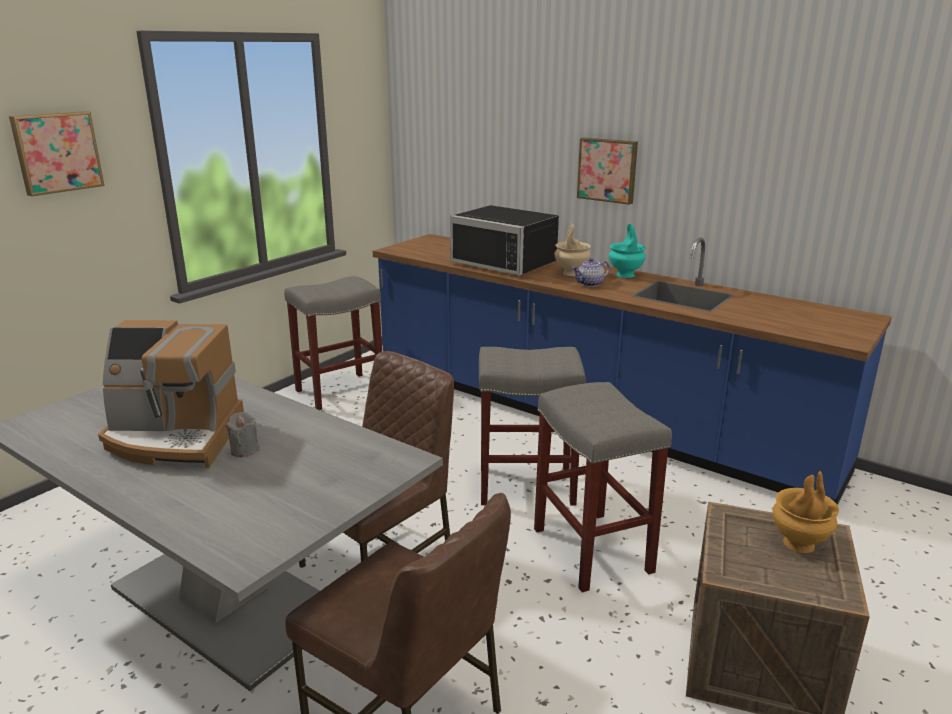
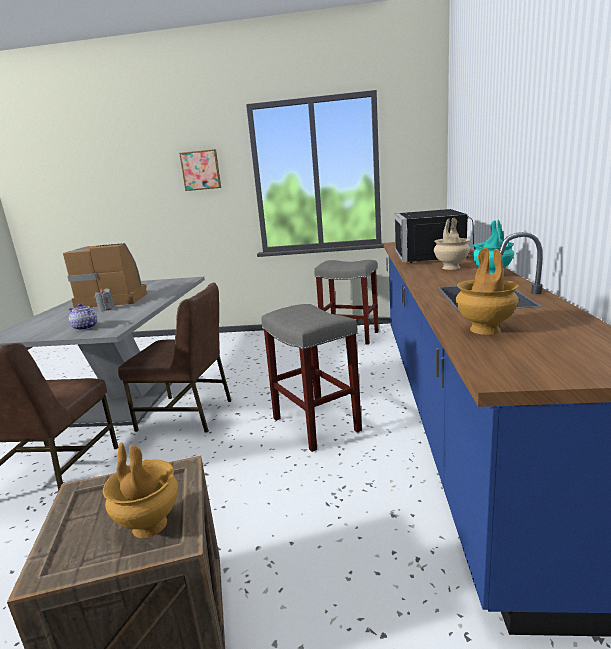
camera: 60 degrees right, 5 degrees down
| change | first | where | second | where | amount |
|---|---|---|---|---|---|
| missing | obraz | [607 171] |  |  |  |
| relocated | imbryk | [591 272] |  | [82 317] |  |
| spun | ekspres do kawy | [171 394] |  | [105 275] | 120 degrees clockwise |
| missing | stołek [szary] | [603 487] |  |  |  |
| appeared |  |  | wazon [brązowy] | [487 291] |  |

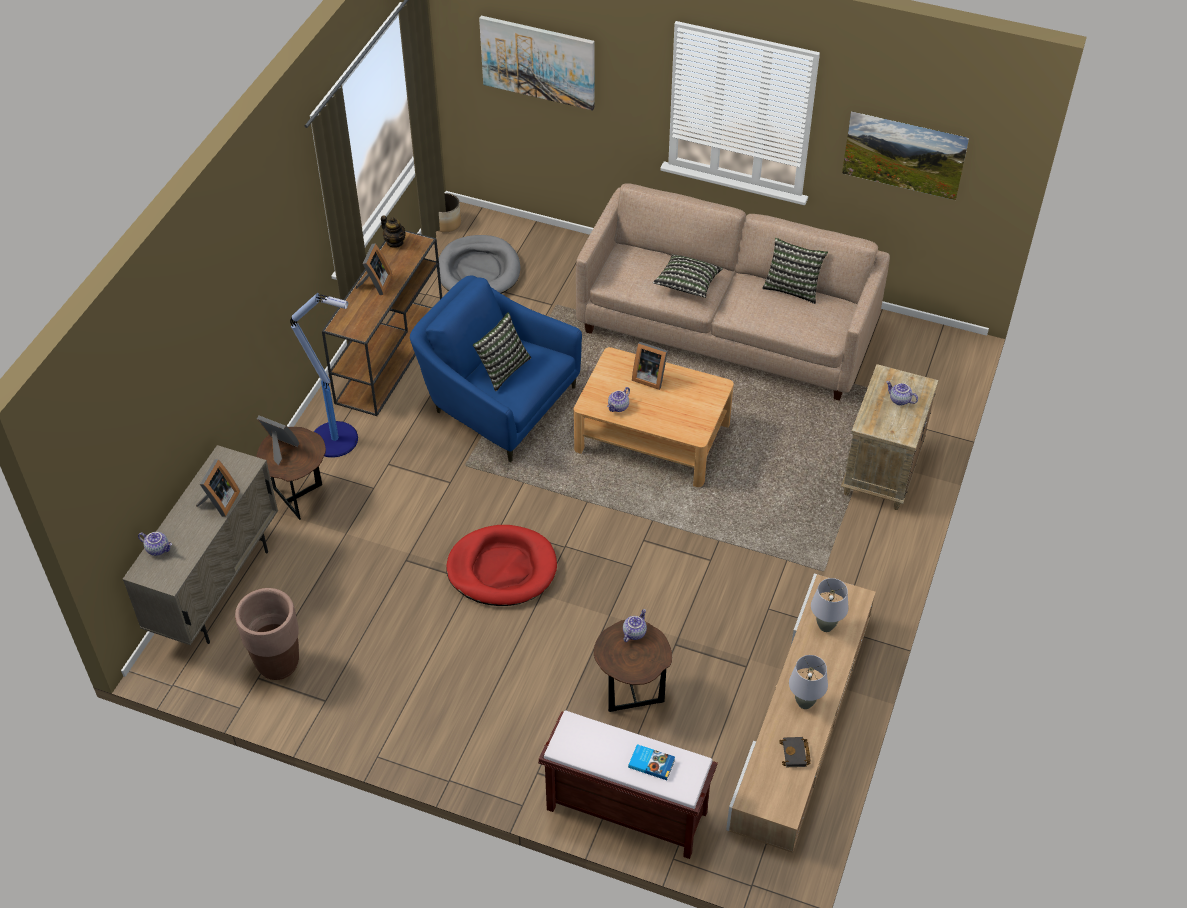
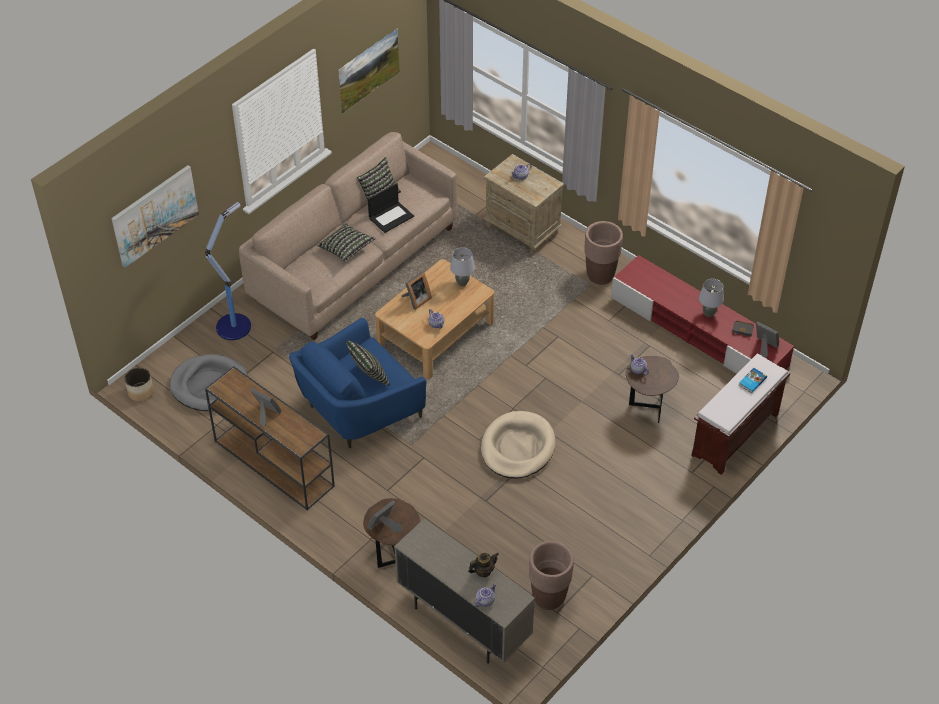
camera: 70 degrees left, 0 degrees up
| change | first | where | second | where | amount |
|---|---|---|---|---|---|
| relocated | imbryk | [393 231] |  | [483 565] |  |
| relocated | lampa stojąca | [324 375] |  | [228 271] |  |
| relocated | ramka na zdjęcie | [218 488] |  | [767 340] |  |
| colour | legowisko [czerwony] | [501 565] | legowisko [beżowy] | [518 445] |  |
| colour | szafka pod telewizor [beżowy] | [801 713] | szafka pod telewizor [czerwony] | [702 314] |  |
| relocated | lampa stołowa [szary] | [829 605] |  | [462 266] |  |
| appeared |  |  | laptop | [391 208] |  |
| appeared |  |  | donica [brązowy] | [603 252] |  |

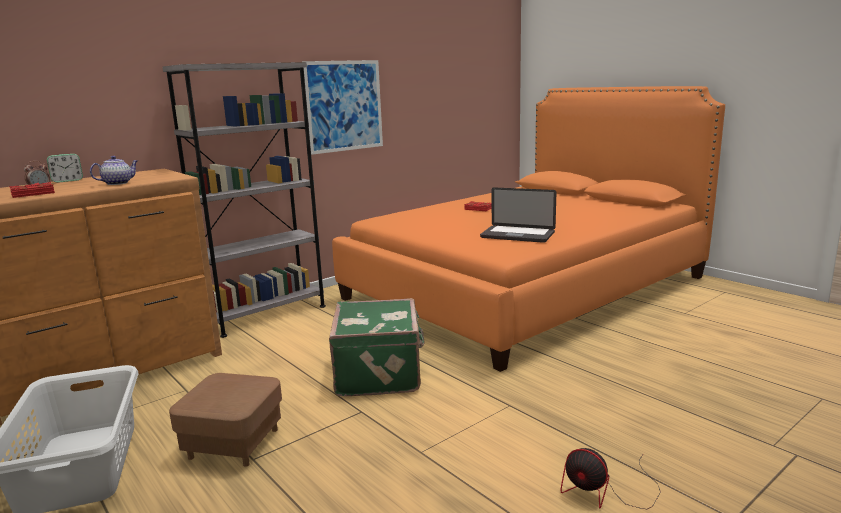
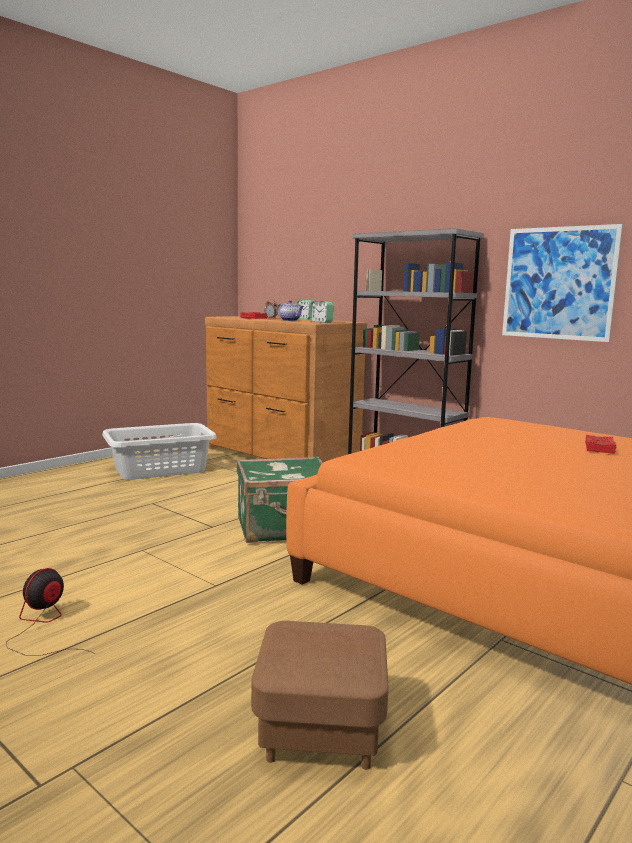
camera: 80 degrees right, 5 degrees down
| change | first | where | second | where | amount |
|---|---|---|---|---|---|
| missing | laptop | [518 215] |  |  |  |
| relocated | pufa [brązowy] | [225 420] |  | [320 695] |  |
| appeared |  |  | budzik | [322 312] |  |

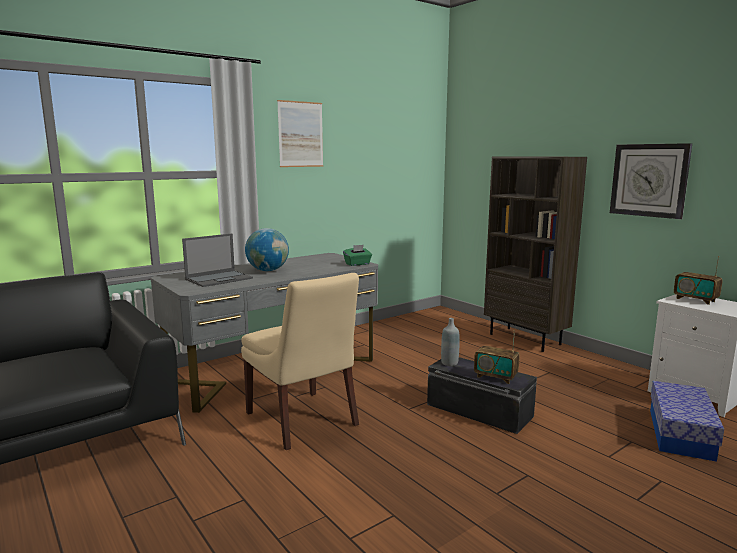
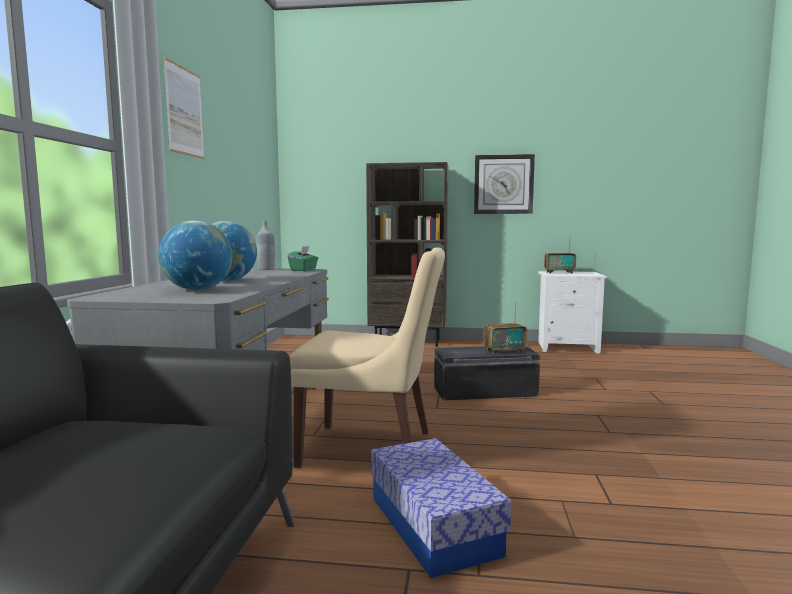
camera: 45 degrees left, 5 degrees down
| change | first | where | second | where | amount |
|---|---|---|---|---|---|
| exchanged | laptop | [217 260] | globus | [195 256] |  |
| relocated | butelka [szary] | [450 342] |  | [266 245] |  |
| relocated | pojemnik do przechowywania | [687 421] |  | [441 508] |  |

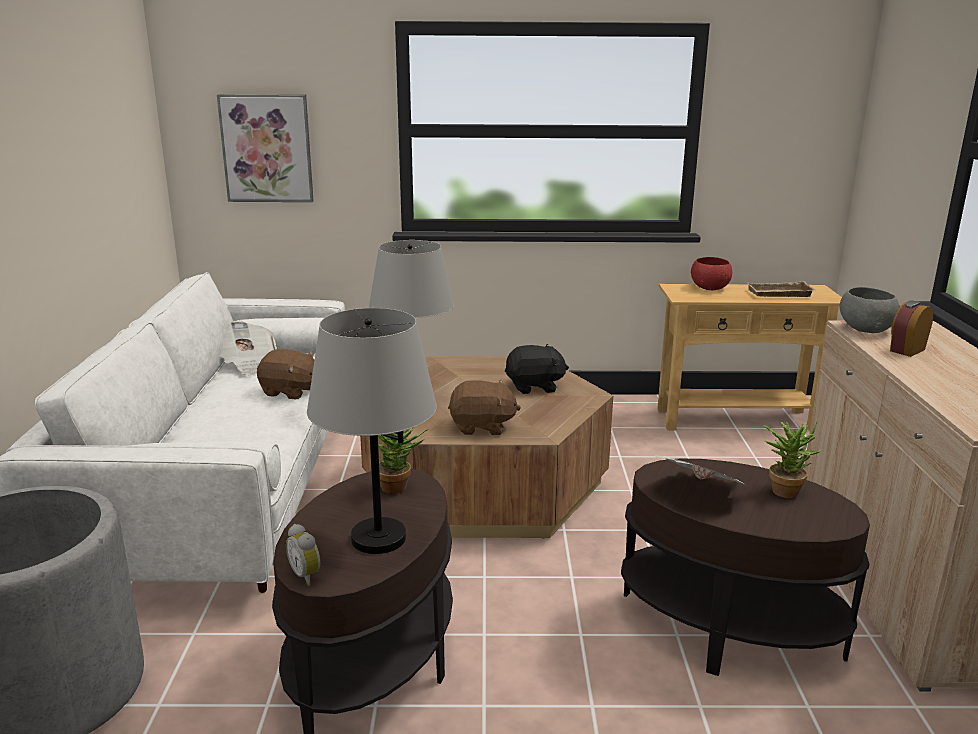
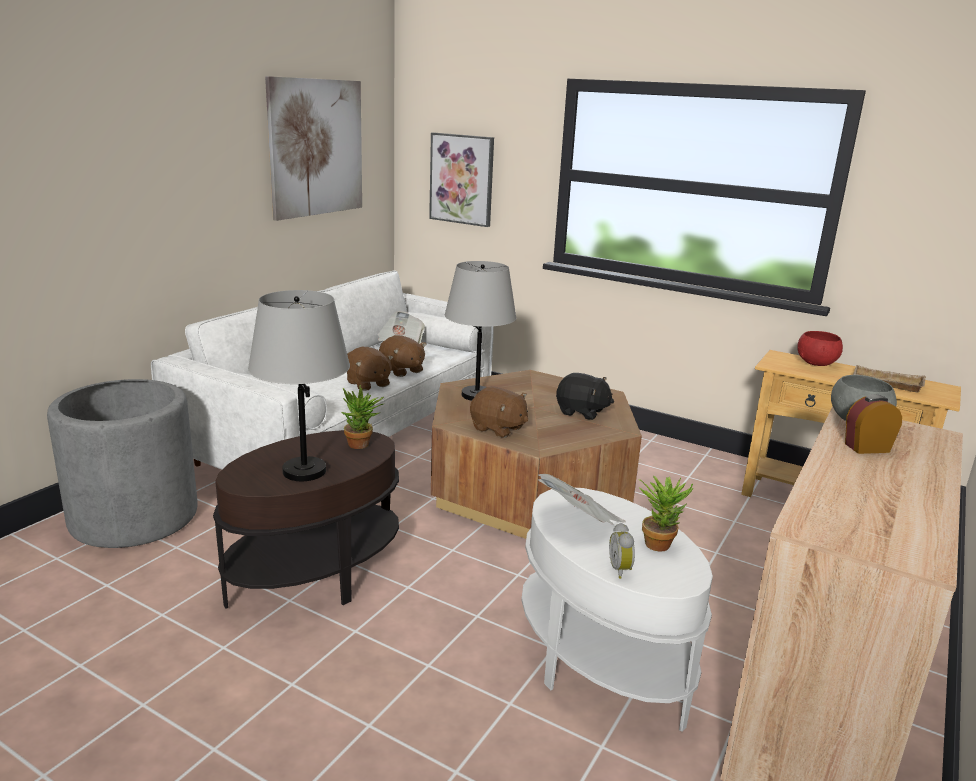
camera: 30 degrees right, 0 degrees up
| change | first | where | second | where | amount |
|---|---|---|---|---|---|
| colour | stolik [brązowy] | [745 567] | stolik [biały] | [617 610] |  |
| relocated | budzik | [303 555] |  | [622 551] |  |
| appeared |  |  | obraz | [313 148] |  |
| appeared |  |  | pluszak [brązowy] | [370 369] |  |

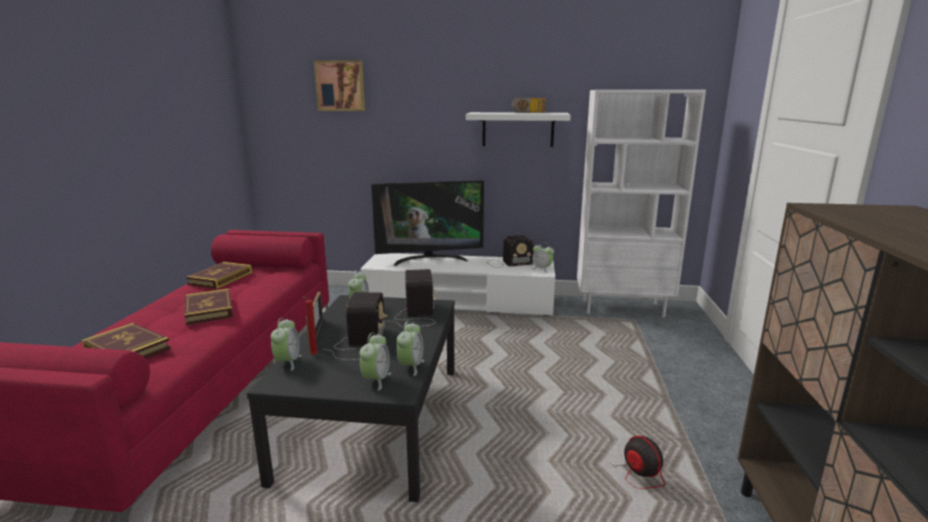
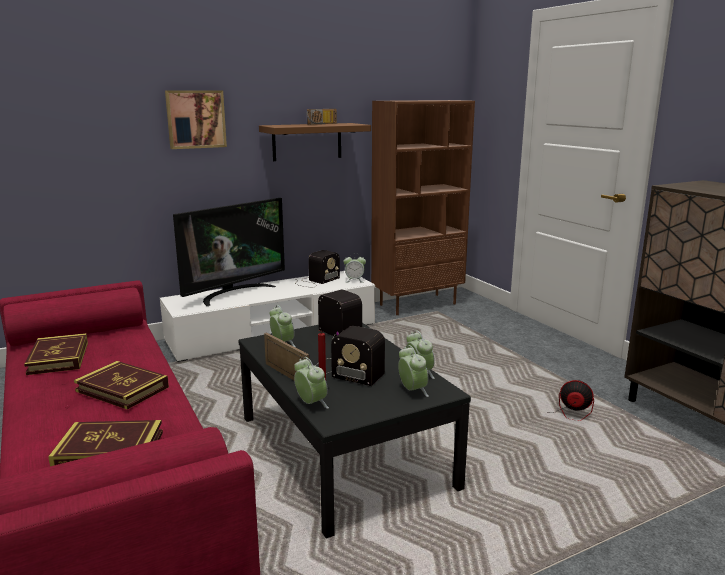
camera: 35 degrees left, 0 degrees up
| change | first | where | second | where | amount |
|---|---|---|---|---|---|
| relocated | obraz | [339 85] |  | [196 119] |  |
| colour | regał [biały] | [641 204] | regał [brązowy] | [423 207] |  |
| colour | półka [biały] | [518 129] | półka [brązowy] | [315 142] |  |
| spun | radio | [355 326] |  | [350 356] | 150 degrees clockwise |

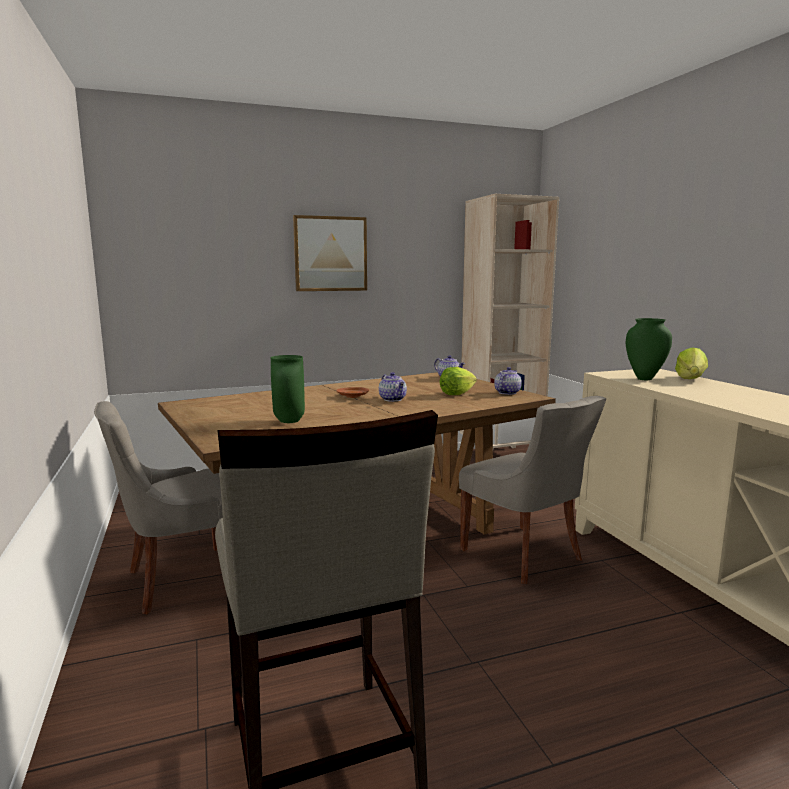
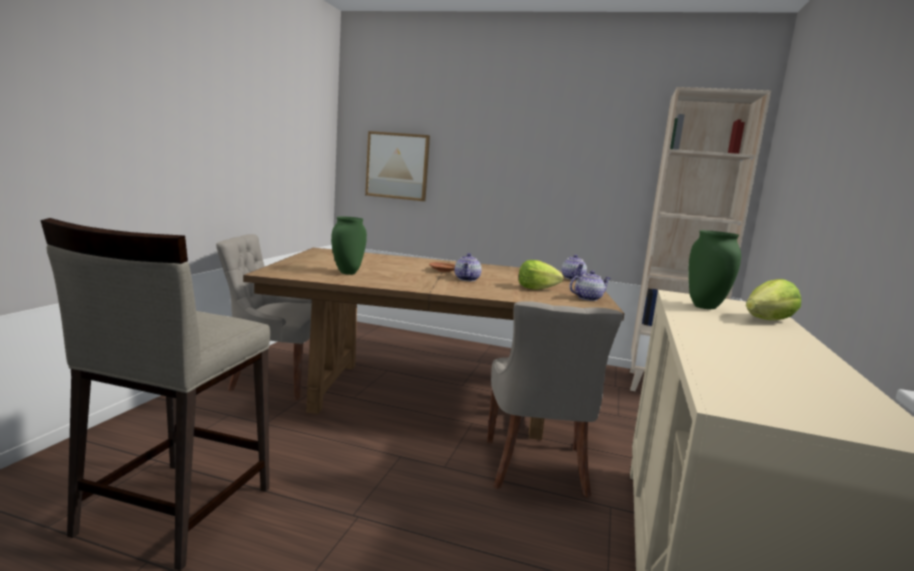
camera: 35 degrees right, 0 degrees up
| change | first | where | second | where | amount |
|---|---|---|---|---|---|
| relocated | obraz | [330 253] |  | [397 166] |  |

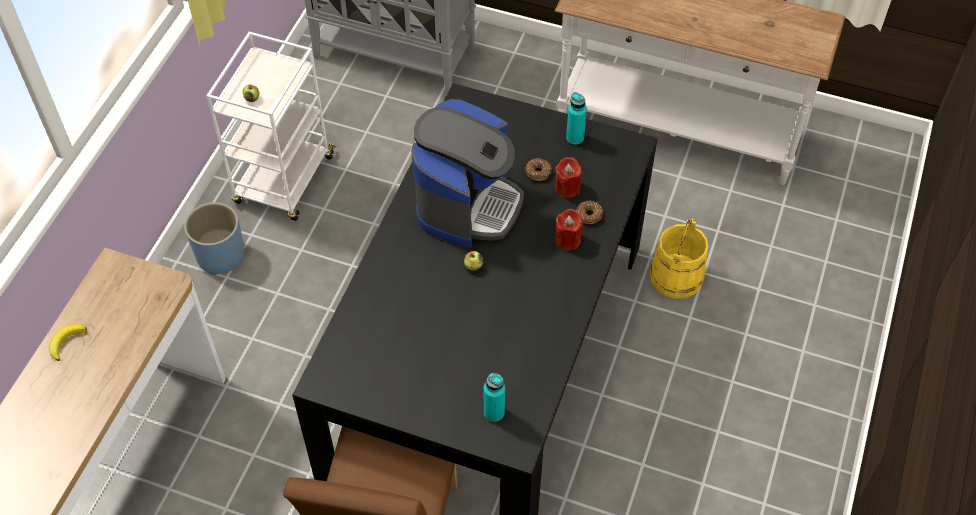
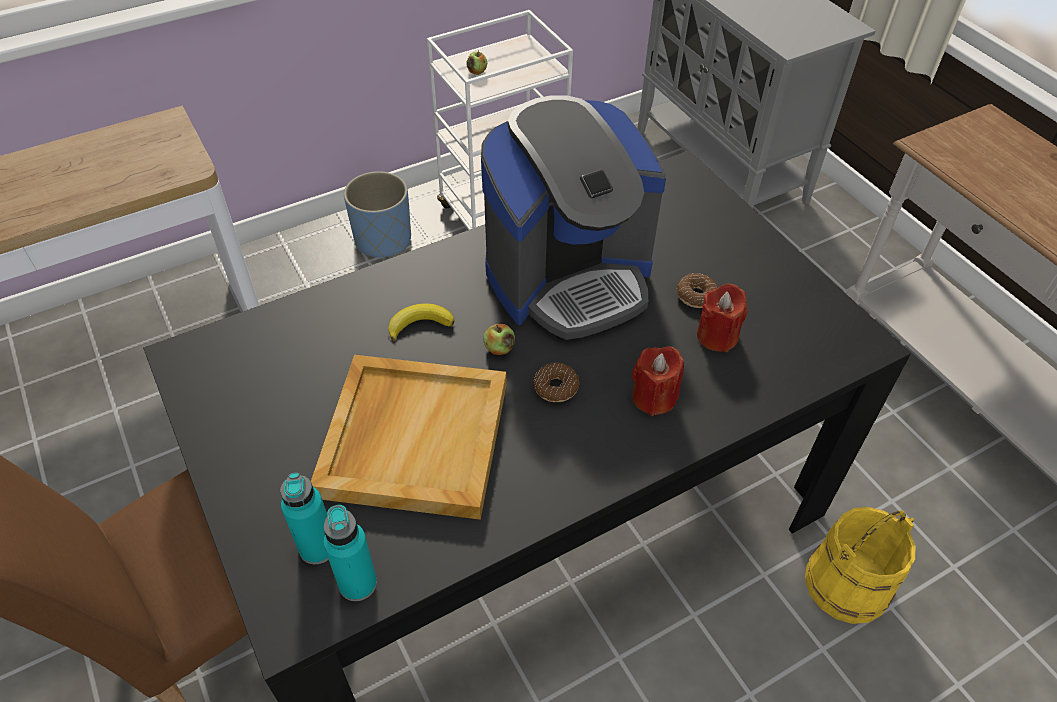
camera: 40 degrees right, 5 degrees down
| change | first | where | second | where | amount |
|---|---|---|---|---|---|
| relocated | butelka [turkusowy] | [576 118] |  | [350 553] |  |
| relocated | donut | [589 212] |  | [556 382] |  |
| relocated | banan | [68 342] |  | [422 322] |  |
| appeared |  |  | taca [beżowy] | [408 437] |  |

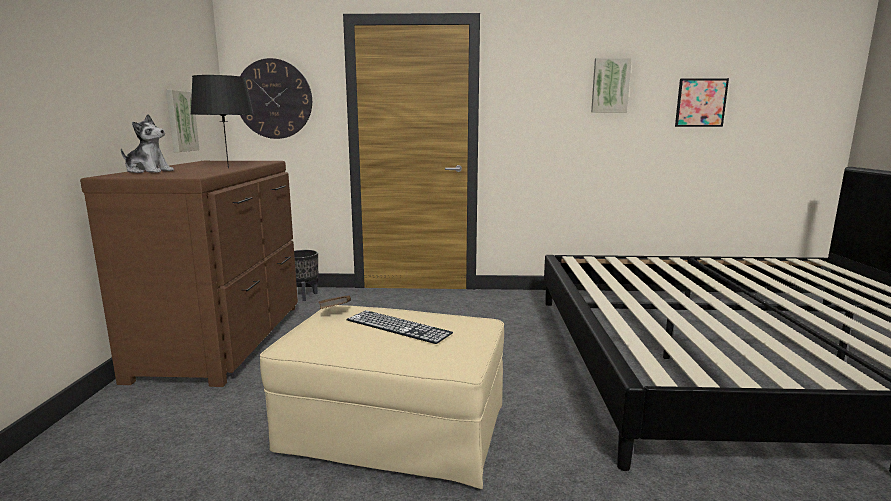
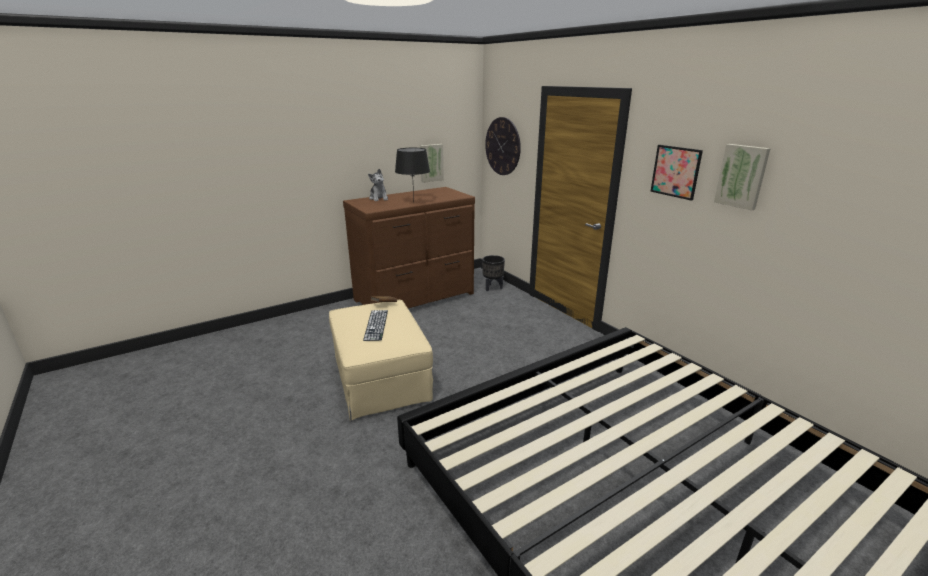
camera: 55 degrees right, 10 degrees up
| change | first | where | second | where | amount |
|---|---|---|---|---|---|
| relocated | obraz | [702 102] |  | [676 173] |  |

